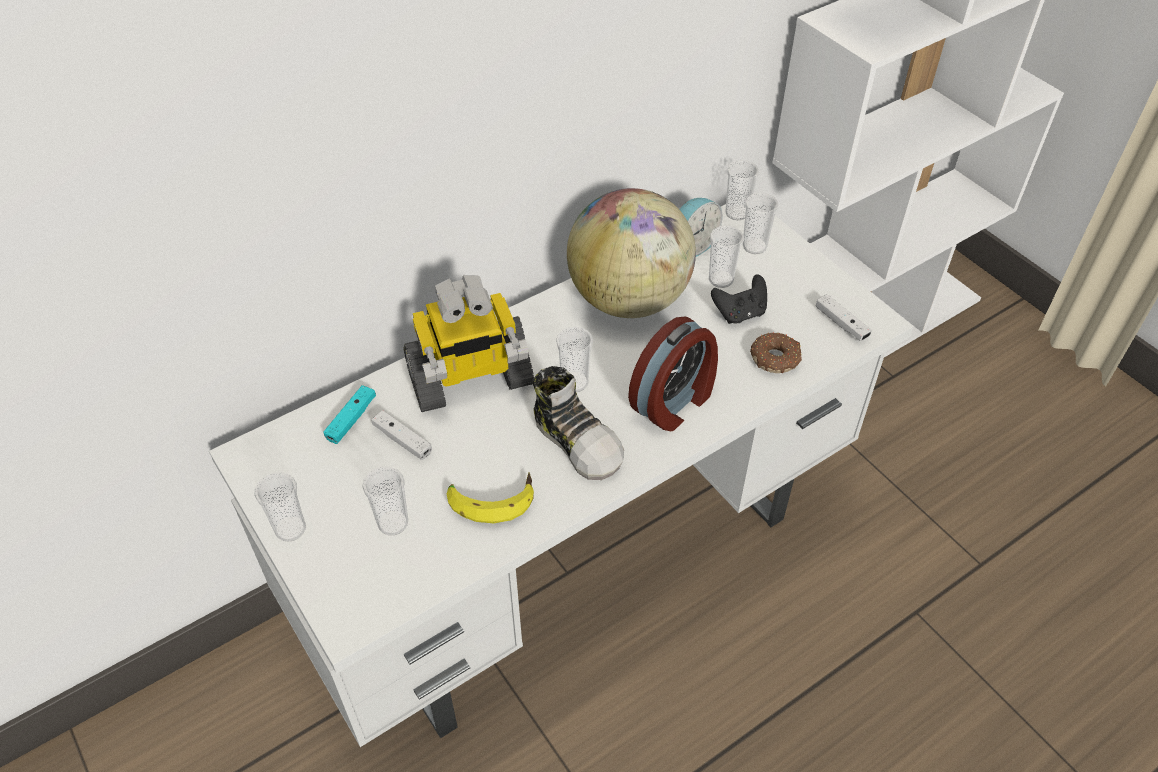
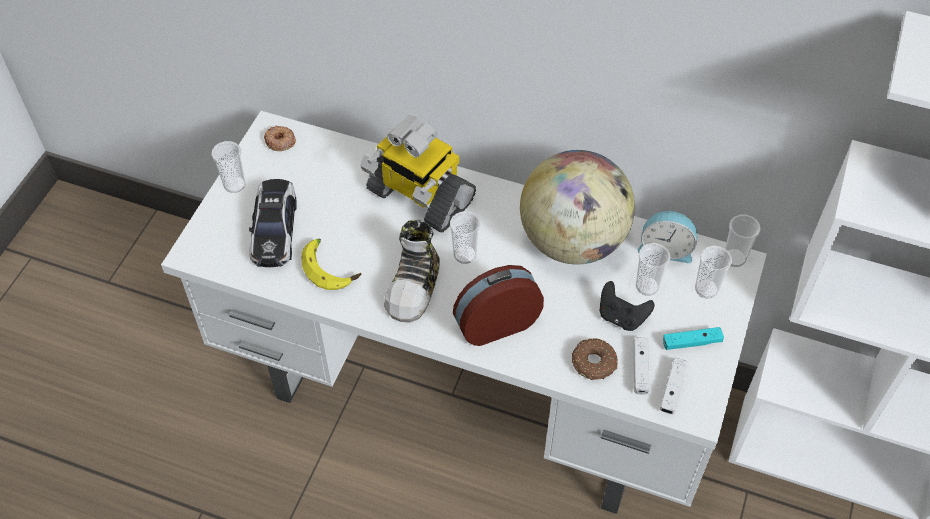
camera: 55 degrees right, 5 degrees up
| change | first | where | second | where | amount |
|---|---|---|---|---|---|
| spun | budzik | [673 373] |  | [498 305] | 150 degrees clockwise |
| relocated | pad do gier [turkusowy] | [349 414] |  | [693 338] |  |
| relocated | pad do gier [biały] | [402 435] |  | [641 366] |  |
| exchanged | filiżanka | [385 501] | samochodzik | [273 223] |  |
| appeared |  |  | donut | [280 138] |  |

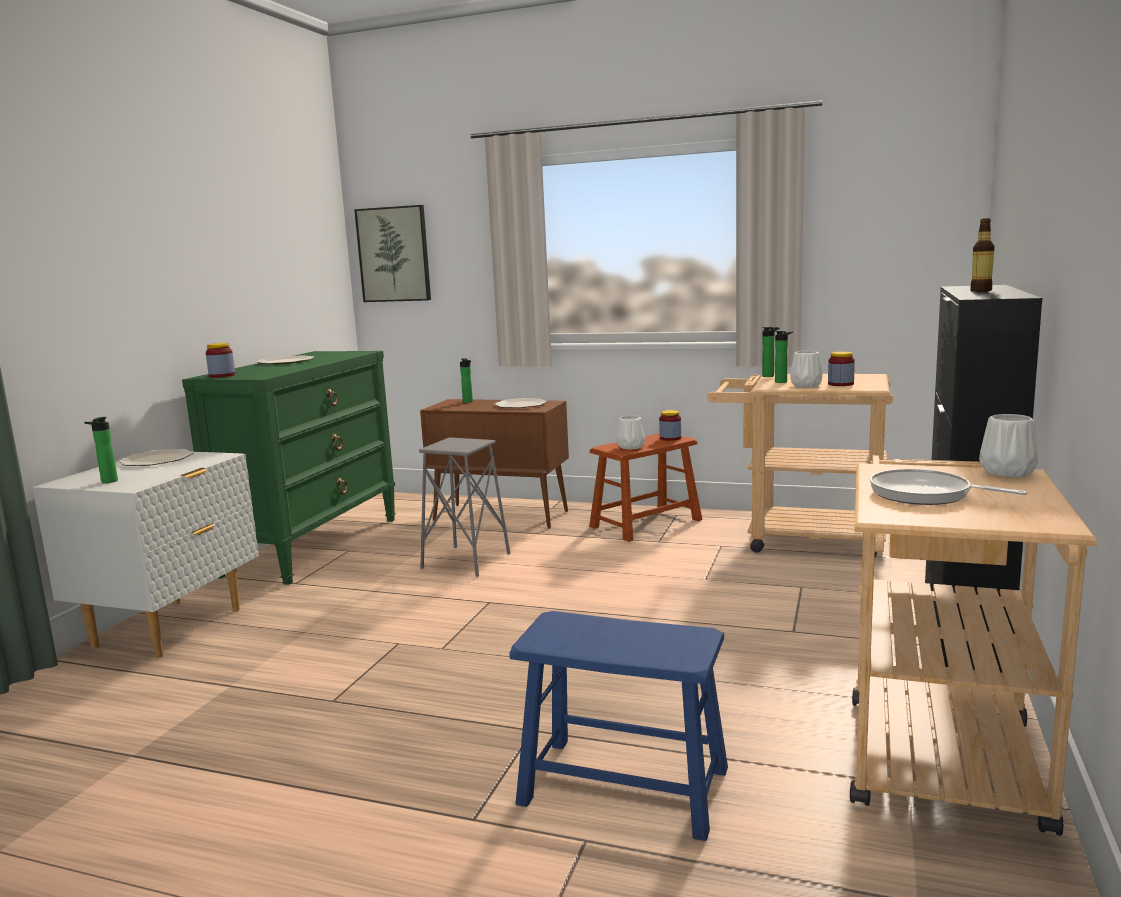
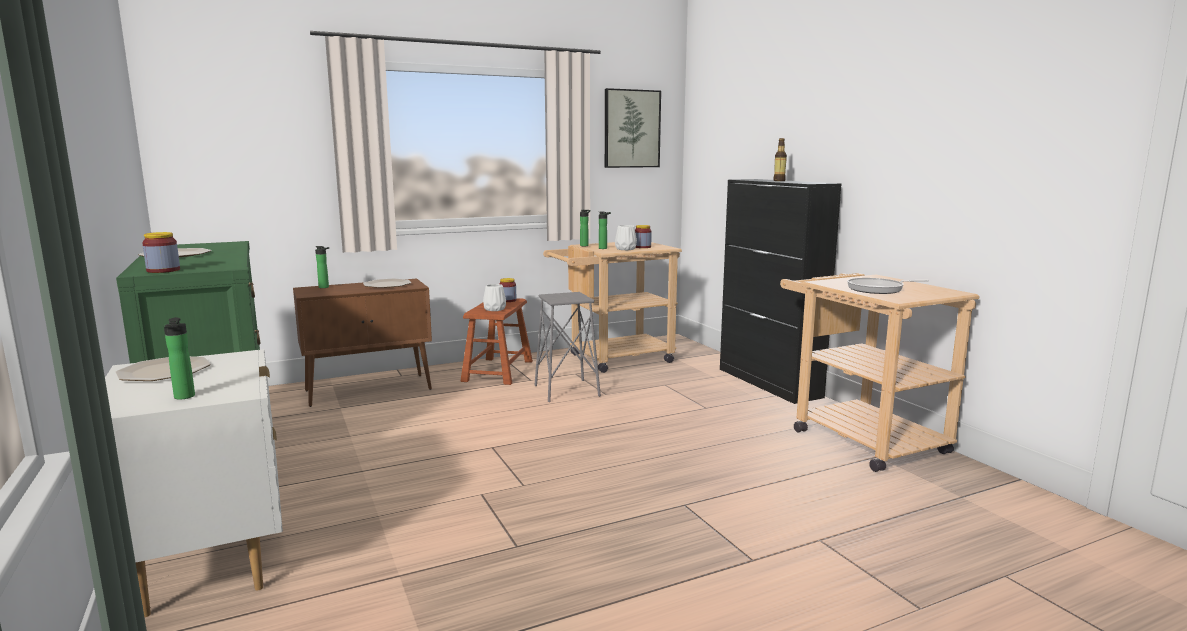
camera: 45 degrees left, 0 degrees up
| change | first | where | second | where | amount |
|---|---|---|---|---|---|
| relocated | obraz | [392 253] |  | [633 128] |  |
| missing | wazon [biały] | [1008 445] |  |  |  |
| relocated | stołek [szary] | [464 507] |  | [567 347] |  |
| missing | stołek [niebieski] | [618 726] |  |  |  |

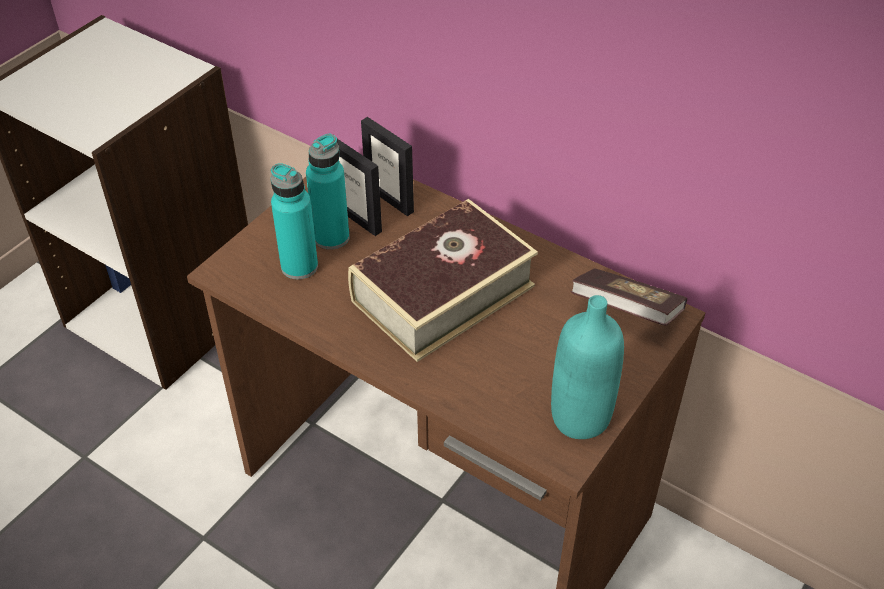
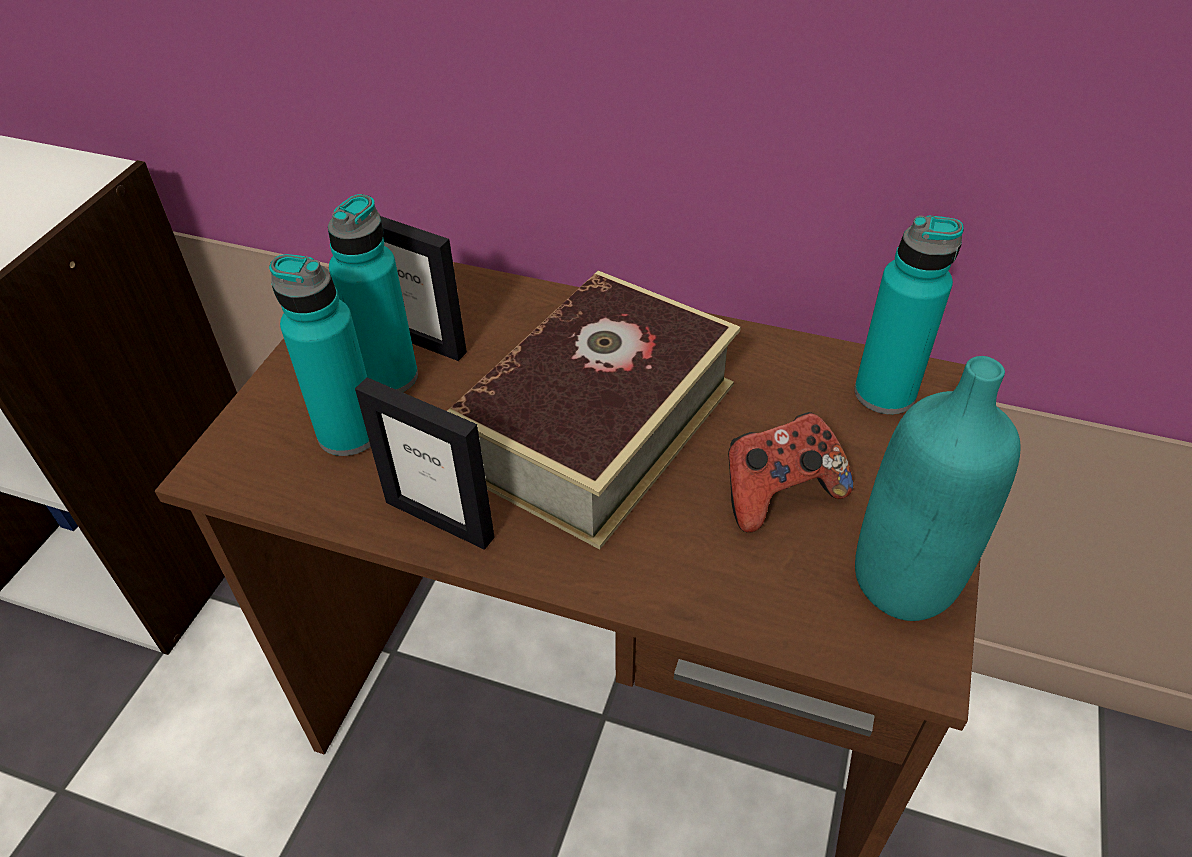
camera: 15 degrees left, 0 degrees up
| change | first | where | second | where | amount |
|---|---|---|---|---|---|
| relocated | ramka na zdjęcie | [387 166] |  | [425 463] |  |
| exchanged | książka | [628 297] | butelka [turkusowy] | [909 314] |  |
| appeared |  |  | pad do gier | [790 472] |  |

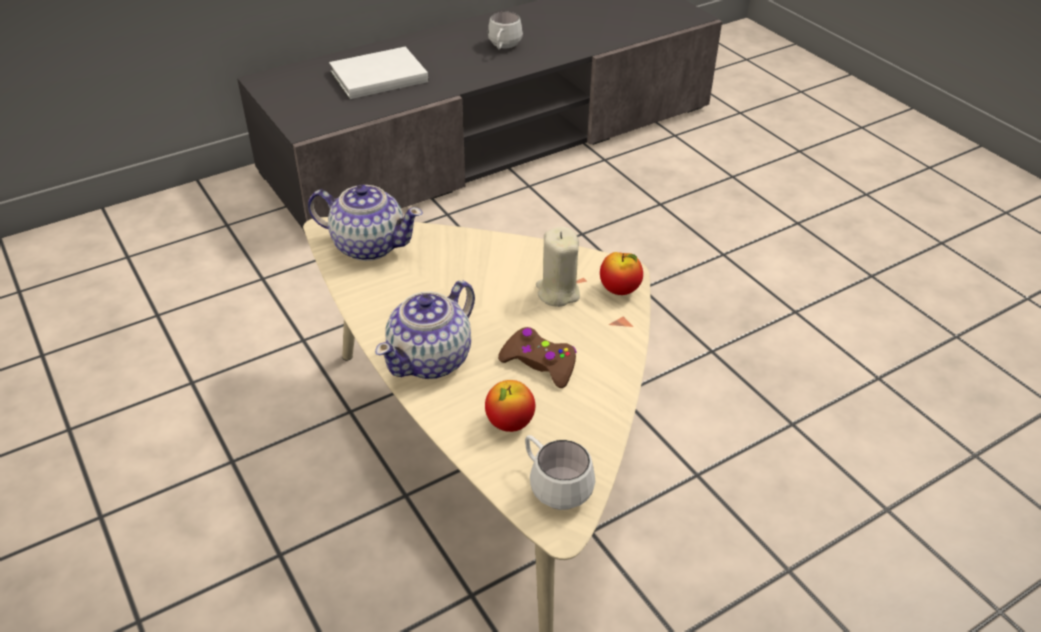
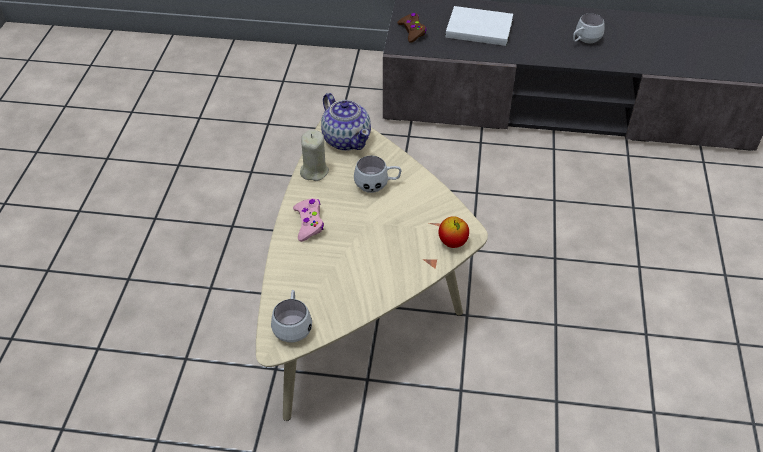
camera: 40 degrees right, 5 degrees up
| change | first | where | second | where | amount |
|---|---|---|---|---|---|
| relocated | świeca [beżowy] | [558 267] |  | [314 155] |  |
| exchanged | imbryk | [425 330] | pad do gier [różowy] | [308 220] |  |
| relocated | pad do gier [brązowy] | [537 357] |  | [412 28] |  |
| missing | jabłko | [510 406] |  |  |  |
| appeared |  |  | kubek [biały] | [378 174] |  |

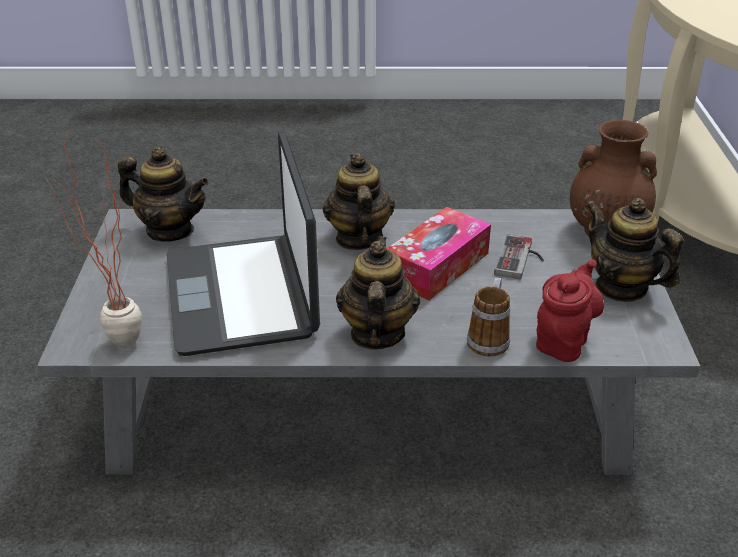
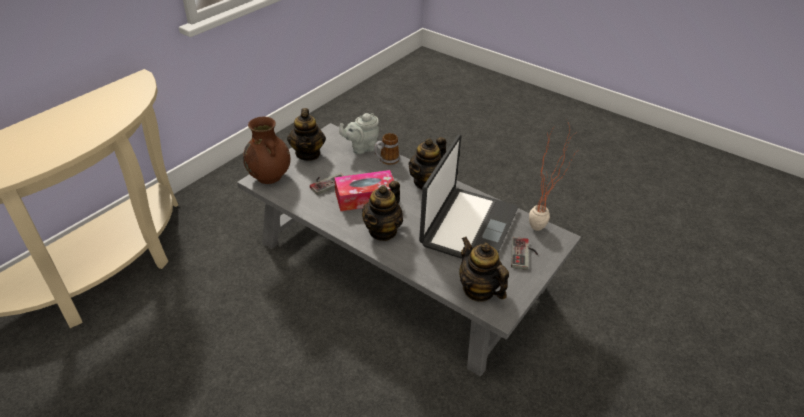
camera: 145 degrees left, 5 degrees up
| change | first | where | second | where | amount |
|---|---|---|---|---|---|
| colour | imbryk [czerwony] | [570 310] | imbryk [szary] | [359 133] |  |
| appeared |  |  | pad do gier | [524 253] |  |

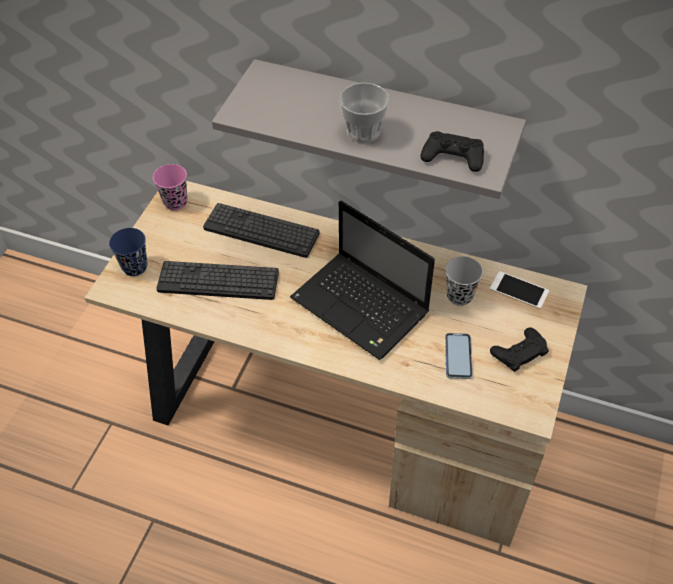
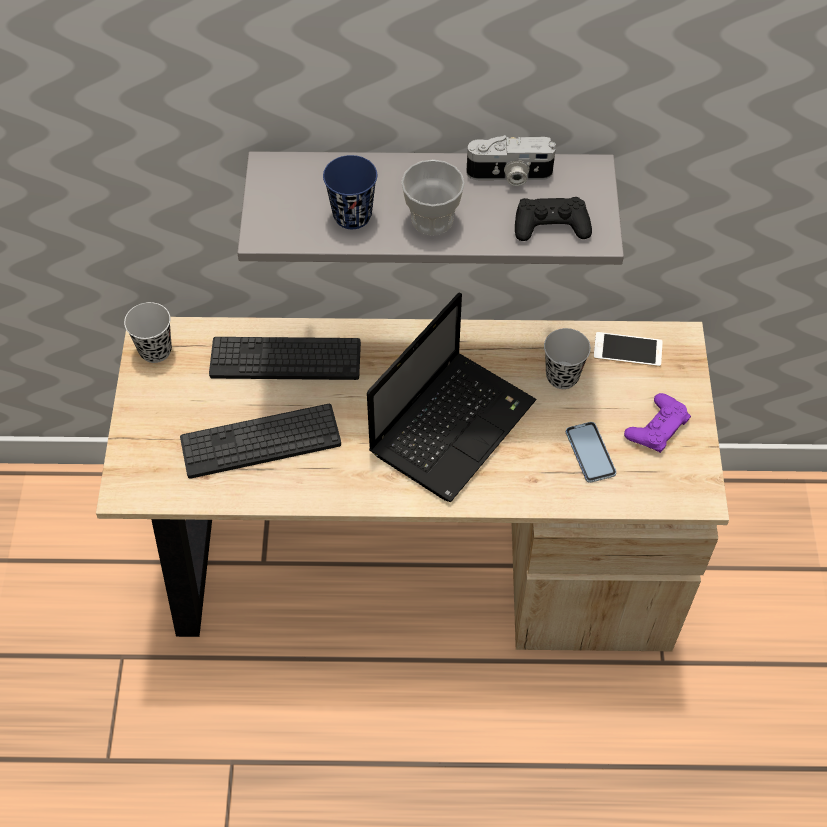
camera: 20 degrees left, 5 degrees up
| change | first | where | second | where | amount |
|---|---|---|---|---|---|
| colour | filiżanka [różowy] | [170 187] | filiżanka [czarny] | [148 332] |  |
| spun | laptop | [362 280] |  | [452 397] | 75 degrees counterclockwise |
| relocated | filiżanka [niebieski] | [128 252] |  | [350 192] |  |
| colour | pad do gier [czarny] | [519 350] | pad do gier [fioletowy] | [657 423] |  |
| appeared |  |  | aparat fotograficzny | [511 160] |  |

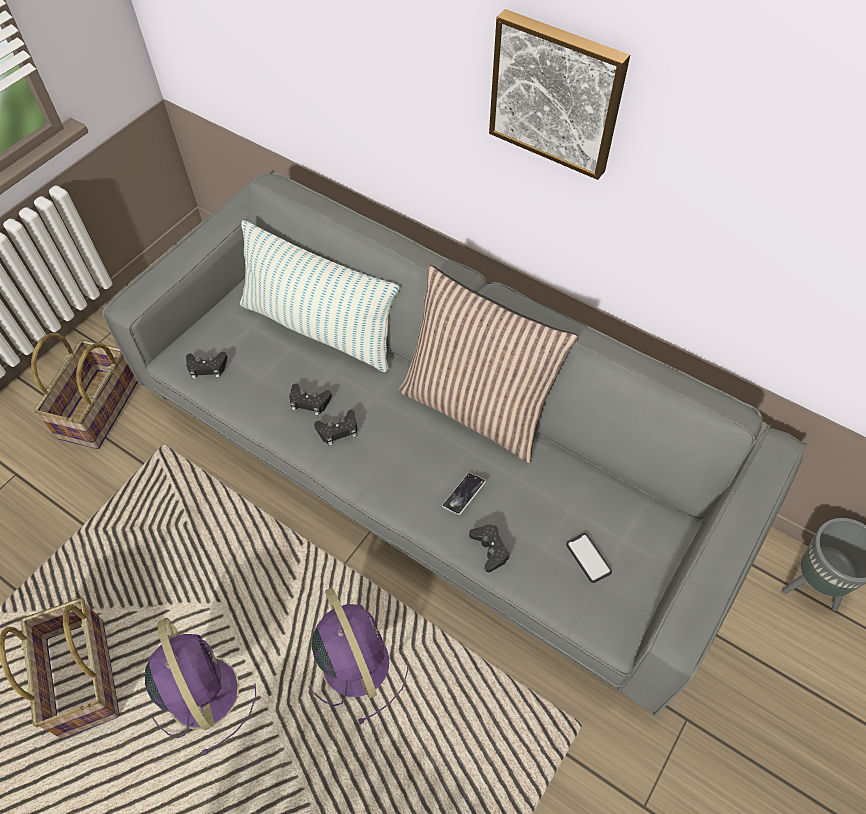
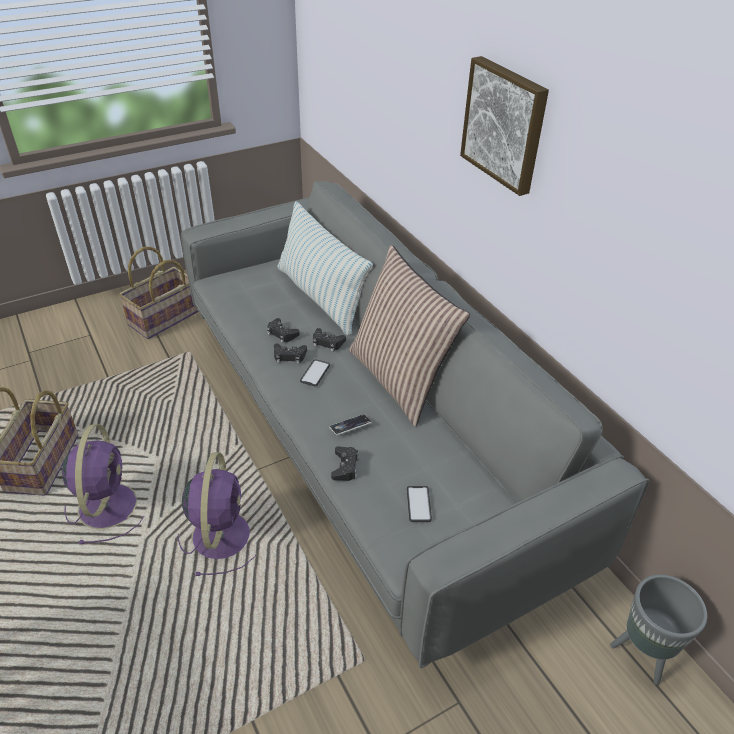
camera: 25 degrees right, 15 degrees down
| change | first | where | second | where | amount |
|---|---|---|---|---|---|
| relocated | pad do gier [czarny] | [206 365] |  | [329 340] |  |
| appeared |  |  | telefon | [315 372] |  |

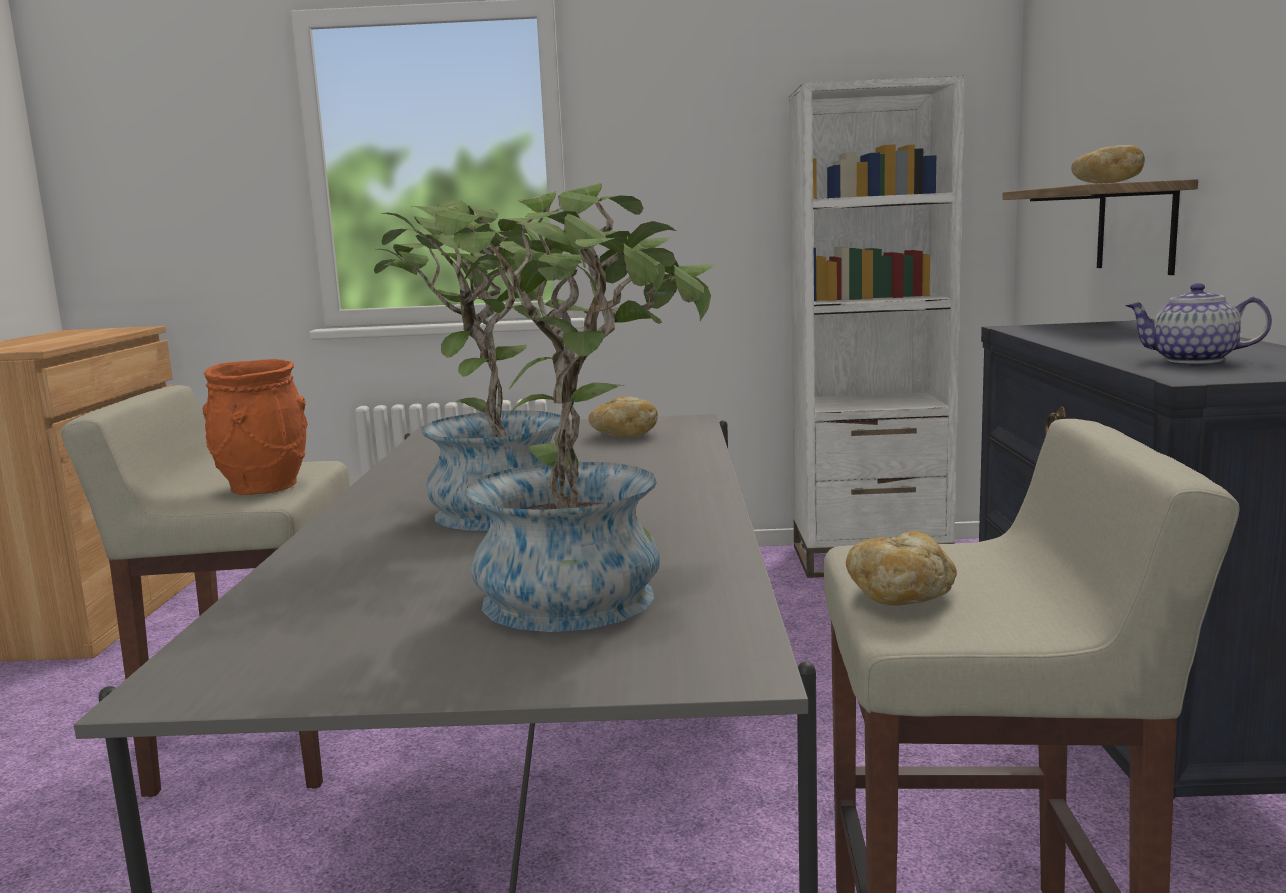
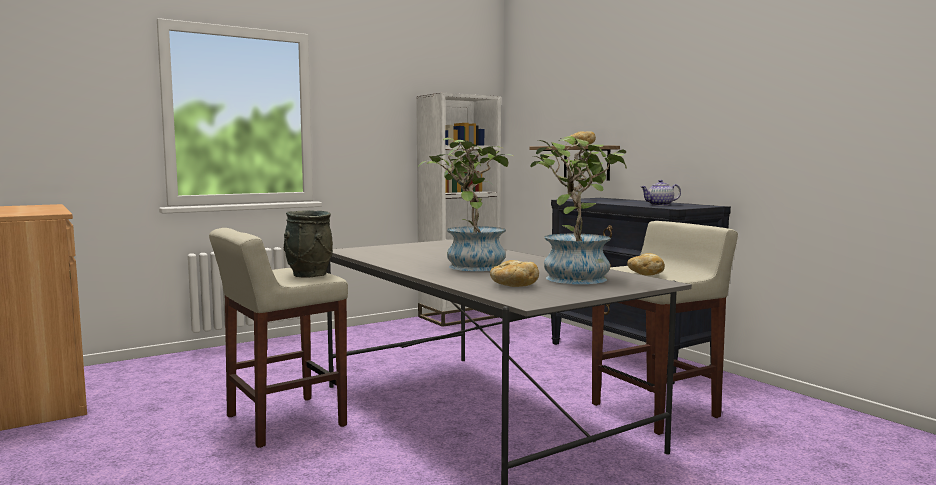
camera: 35 degrees left, 5 degrees down
| change | first | where | second | where | amount |
|---|---|---|---|---|---|
| colour | wazon [pomarańczowy] | [255 427] | wazon [szary] | [308 244] |  |
| relocated | chleb | [623 416] |  | [514 273] |  |

